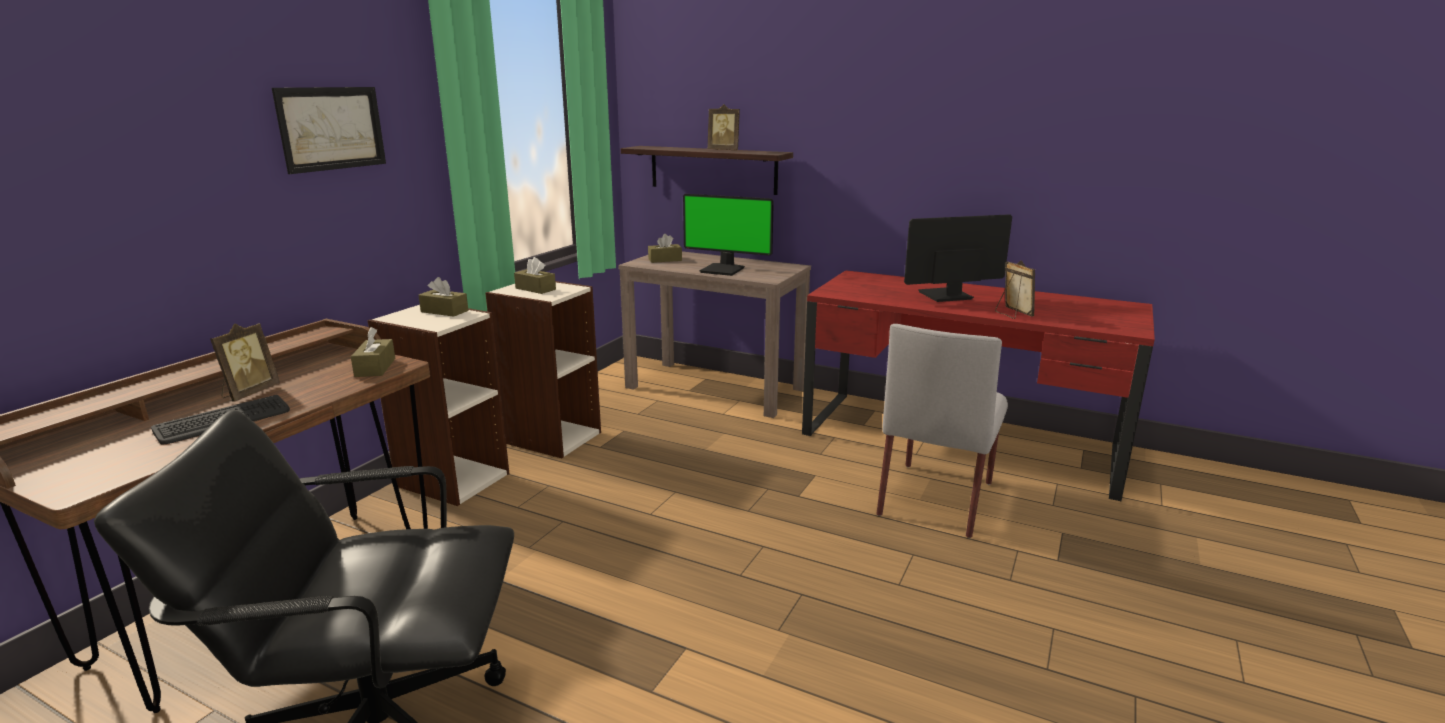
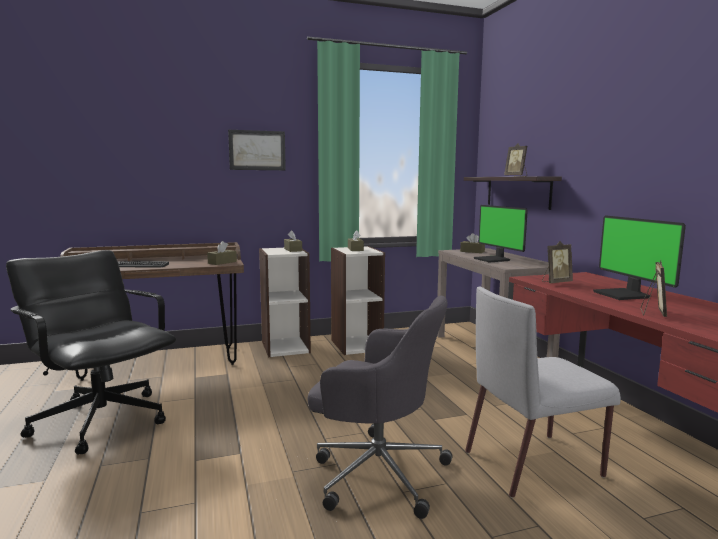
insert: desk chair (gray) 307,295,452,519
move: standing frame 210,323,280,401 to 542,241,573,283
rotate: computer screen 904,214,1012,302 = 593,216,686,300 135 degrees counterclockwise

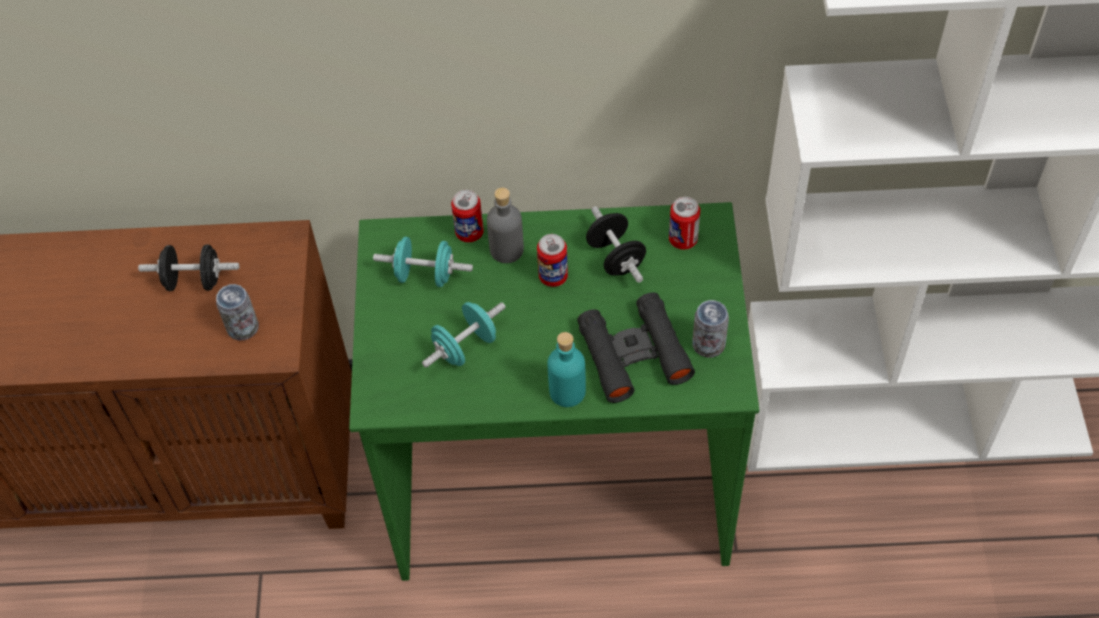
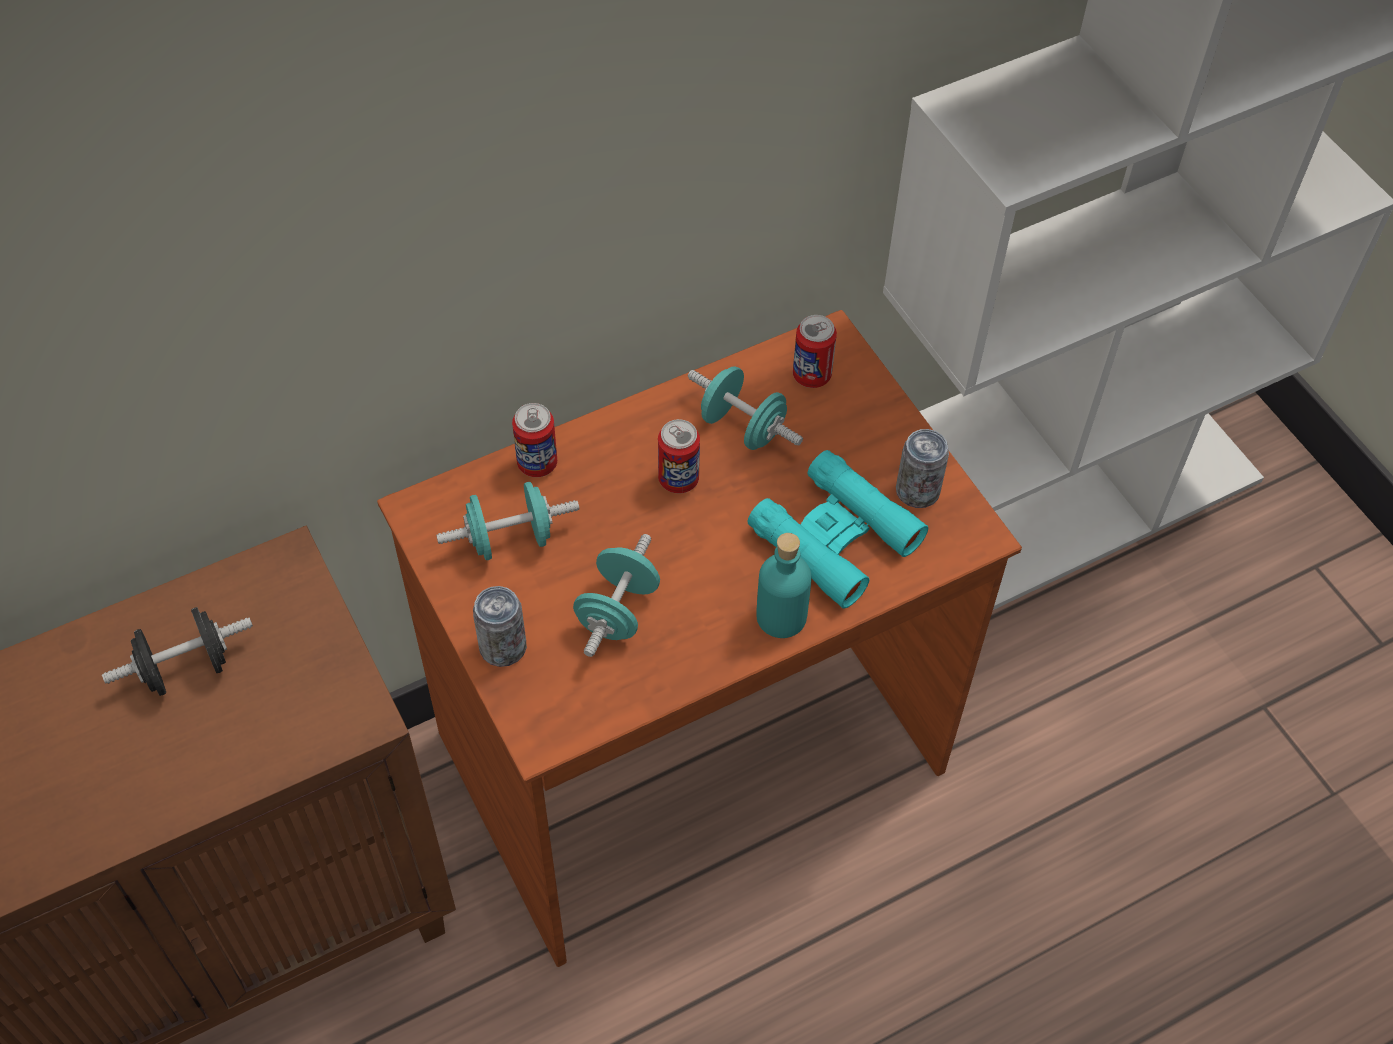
delete: beverage bottle (gray) 487,188,524,263
move: can 216,284,259,341 to 473,586,527,667
recolor: desk (green) 349,202,759,581 to desk (brown-coloured) 377,310,1022,967; free weight (black-coloured) 586,206,646,283 to free weight (turquoise-coloured) 688,366,803,450; pair of binoculars (black-coloured) 577,292,695,403 to pair of binoculars (turquoise-coloured) 748,450,928,608

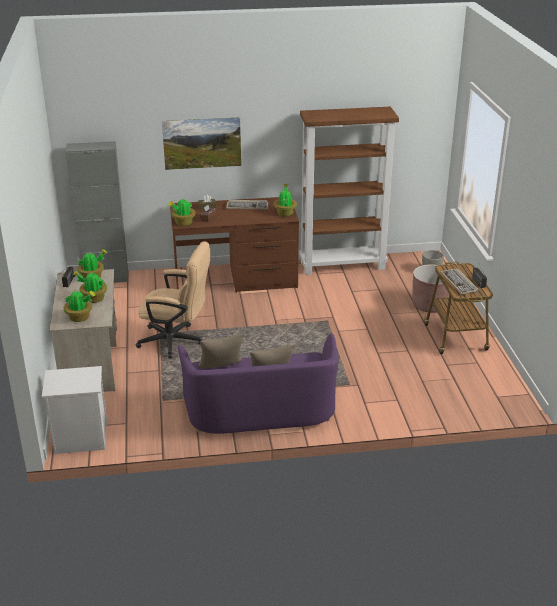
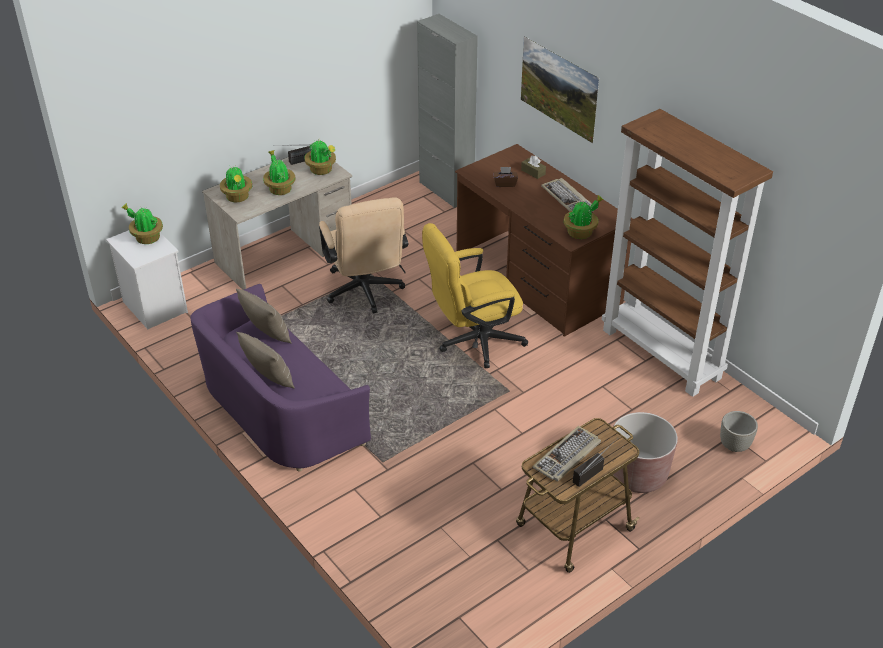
insert: desk chair (yellow-coloured) 422,223,528,368
move: plant in a pot 168,199,196,226 to 121,203,163,244

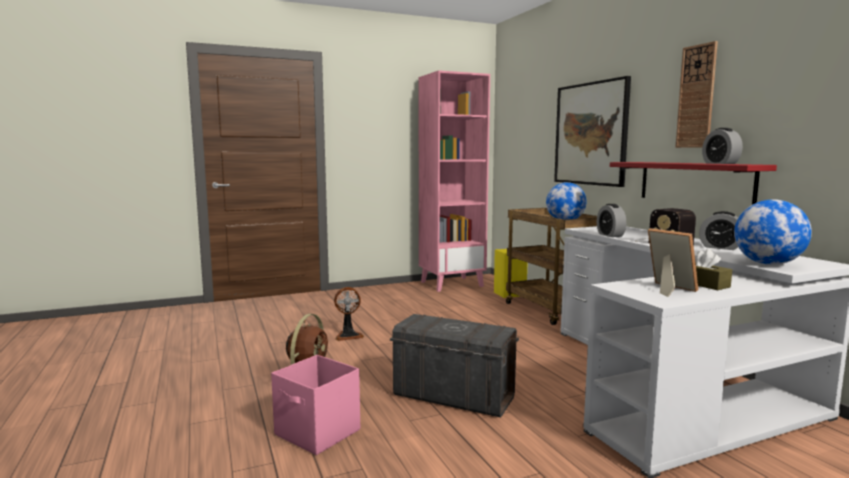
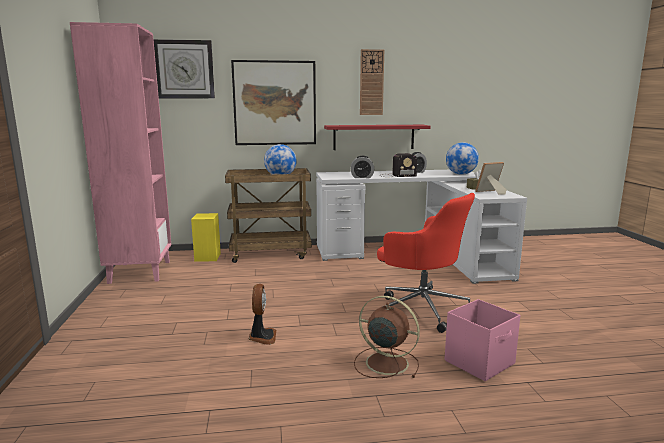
delete: bedside clock 702,128,743,164
insert: hanging clock 153,39,215,98
replace: storage container (gray) 390,314,519,417 to desk chair (red) 377,193,475,333

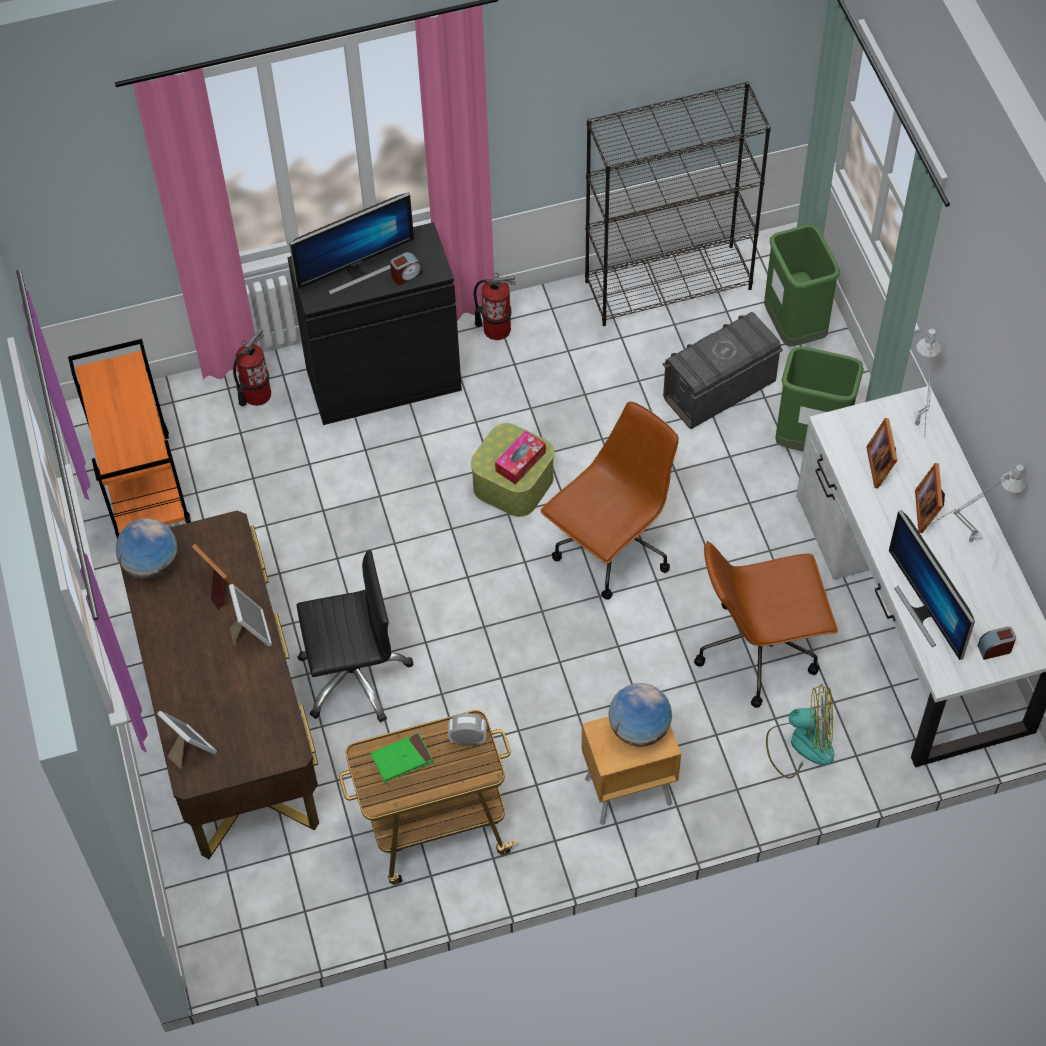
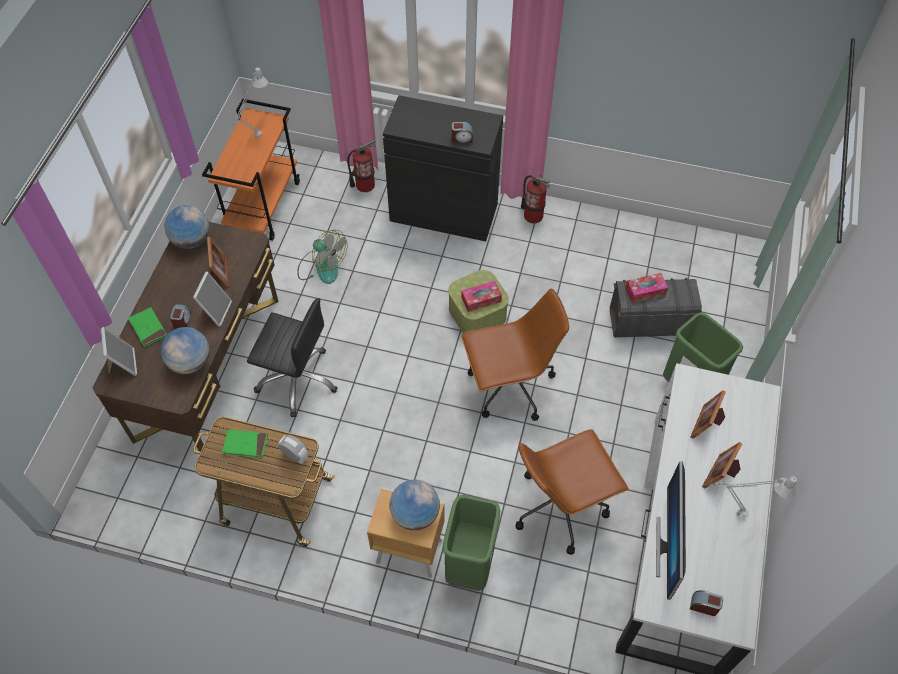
delete: shelving unit (black-coloured) 585,81,771,326; computer screen 289,192,414,295
insert: tissue holder 625,273,668,303; bedside clock 170,304,191,329; volume (green) 128,307,167,347; desk globe 161,327,210,374
move: rubbish bin (green) 764,225,840,347 to 443,495,500,591; table lamp (gray) 914,329,941,437 to 227,67,268,140; fan 766,684,834,779 to 297,230,347,284
rotate: desk chair (brown-coloured) 694,541,838,708 = 516,429,629,555 45 degrees counterclockwise

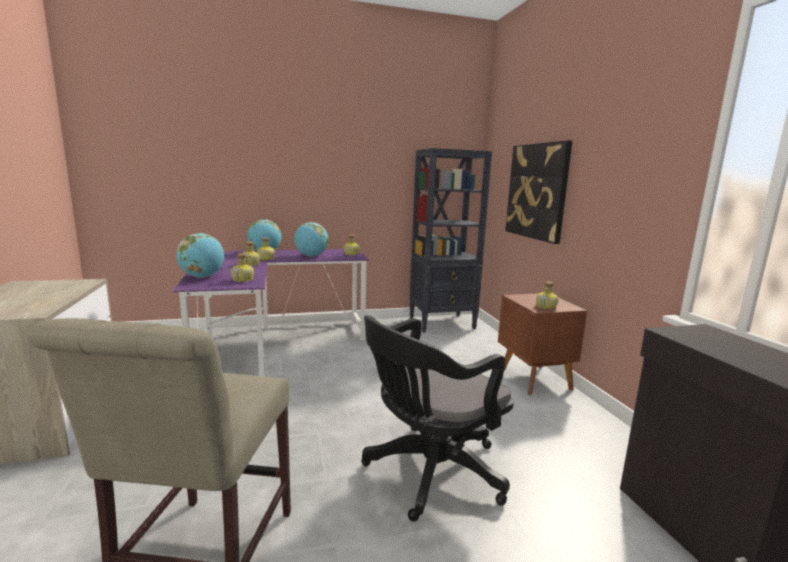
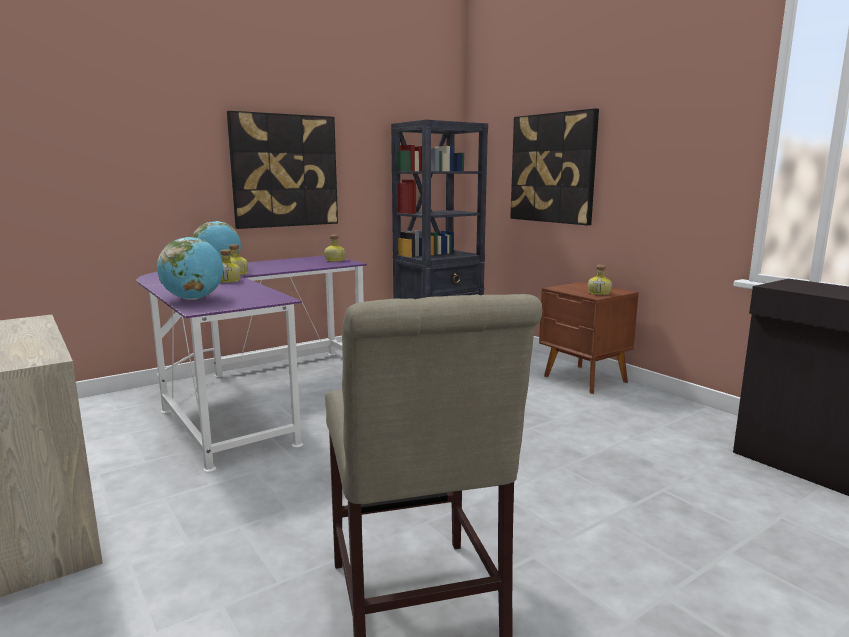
delete: desk globe 294,222,329,257; beverage bottle 231,253,254,282; desk chair (black-coloured) 361,315,514,522
insert: picture 227,111,338,229

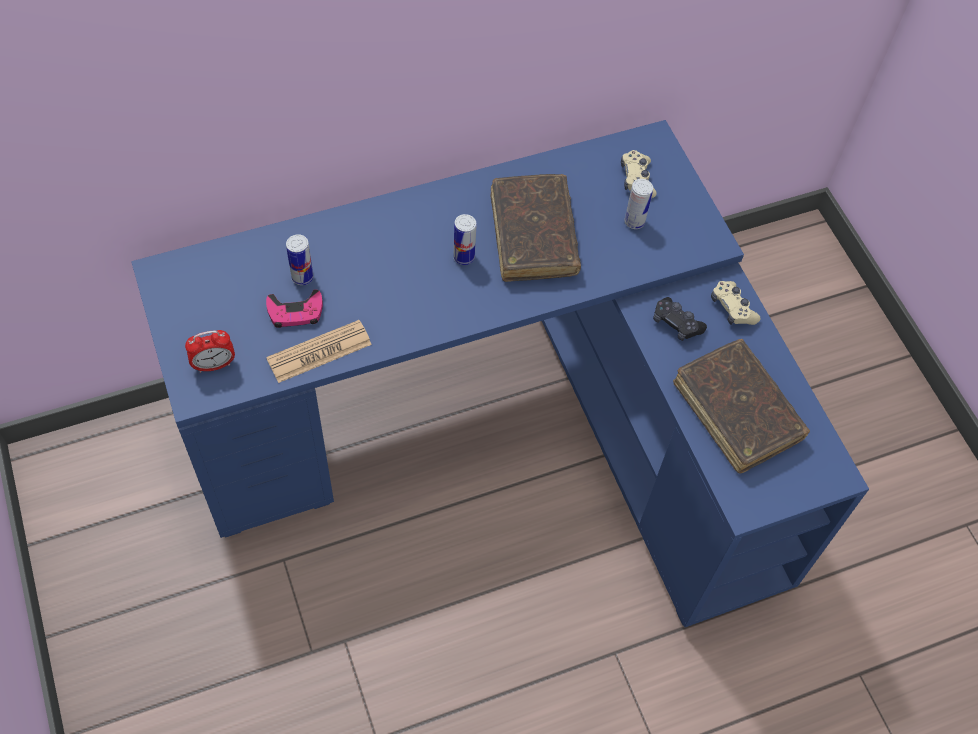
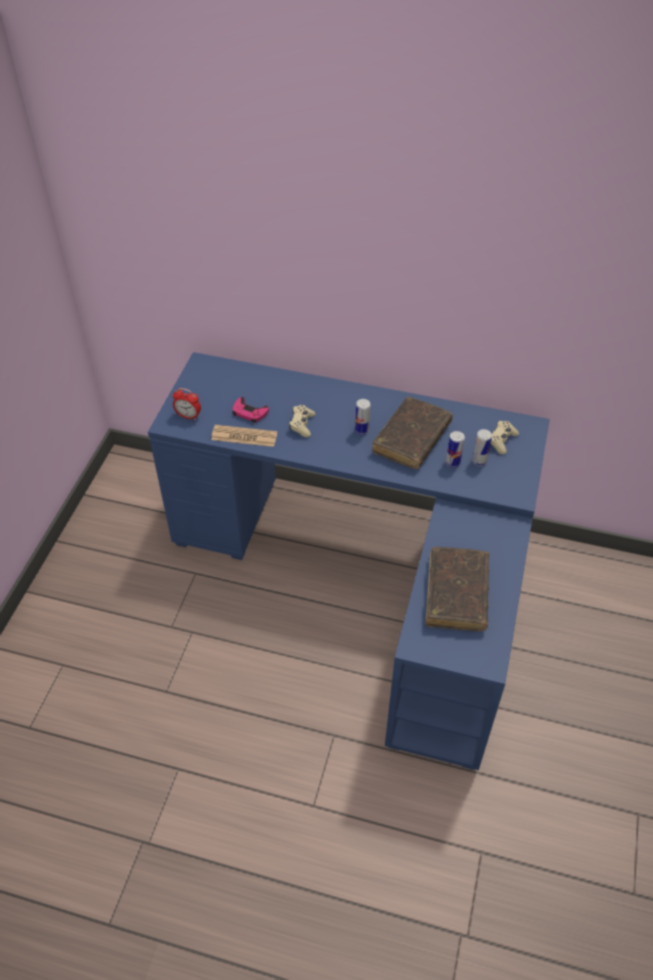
delete: gamepad (black-coloured) 653,297,707,341
move: can 286,234,313,285 to 446,431,465,468; gamepad (sand-coloured) 711,281,761,325 to 289,405,315,437

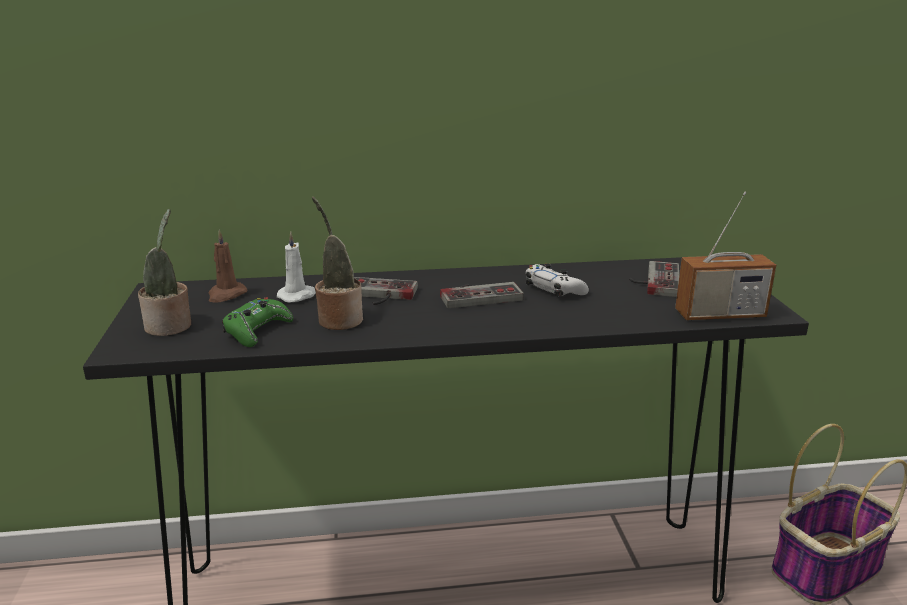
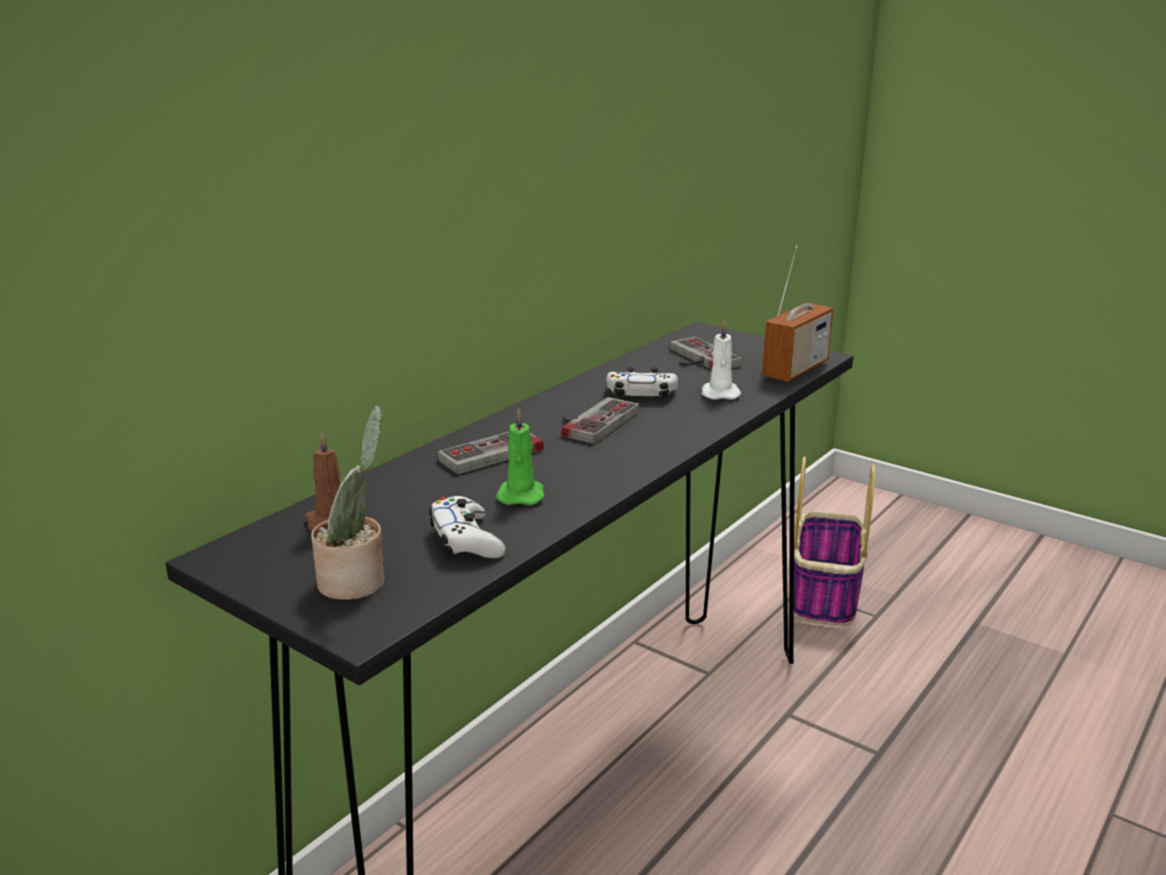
move: wax light (white-coloured) 277,232,316,303 to 702,321,741,400
replace: plant in a pot 312,197,363,330 to wax light (green) 496,408,544,505
recolor: gamepad (green) 222,297,293,347 to gamepad (white-coloured) 429,496,506,558

